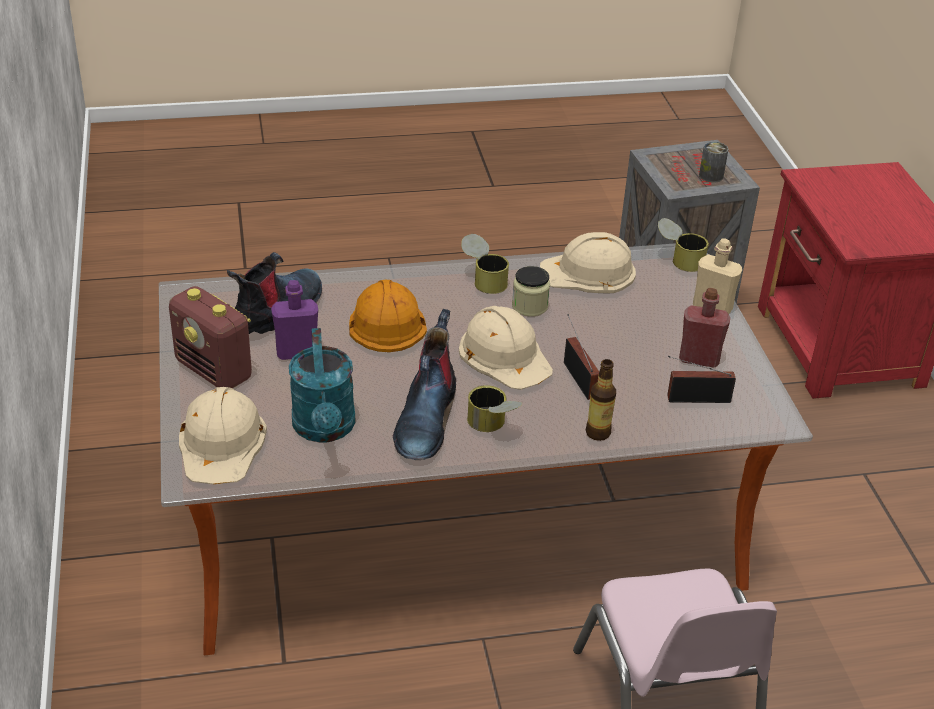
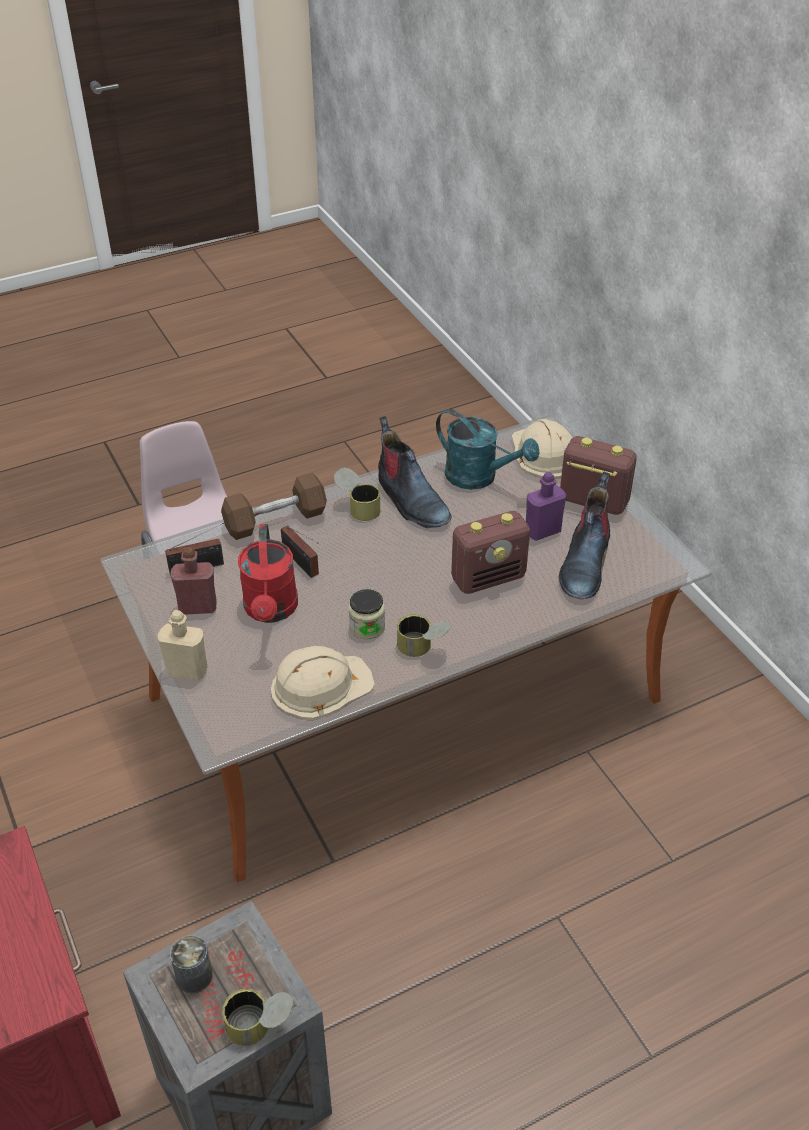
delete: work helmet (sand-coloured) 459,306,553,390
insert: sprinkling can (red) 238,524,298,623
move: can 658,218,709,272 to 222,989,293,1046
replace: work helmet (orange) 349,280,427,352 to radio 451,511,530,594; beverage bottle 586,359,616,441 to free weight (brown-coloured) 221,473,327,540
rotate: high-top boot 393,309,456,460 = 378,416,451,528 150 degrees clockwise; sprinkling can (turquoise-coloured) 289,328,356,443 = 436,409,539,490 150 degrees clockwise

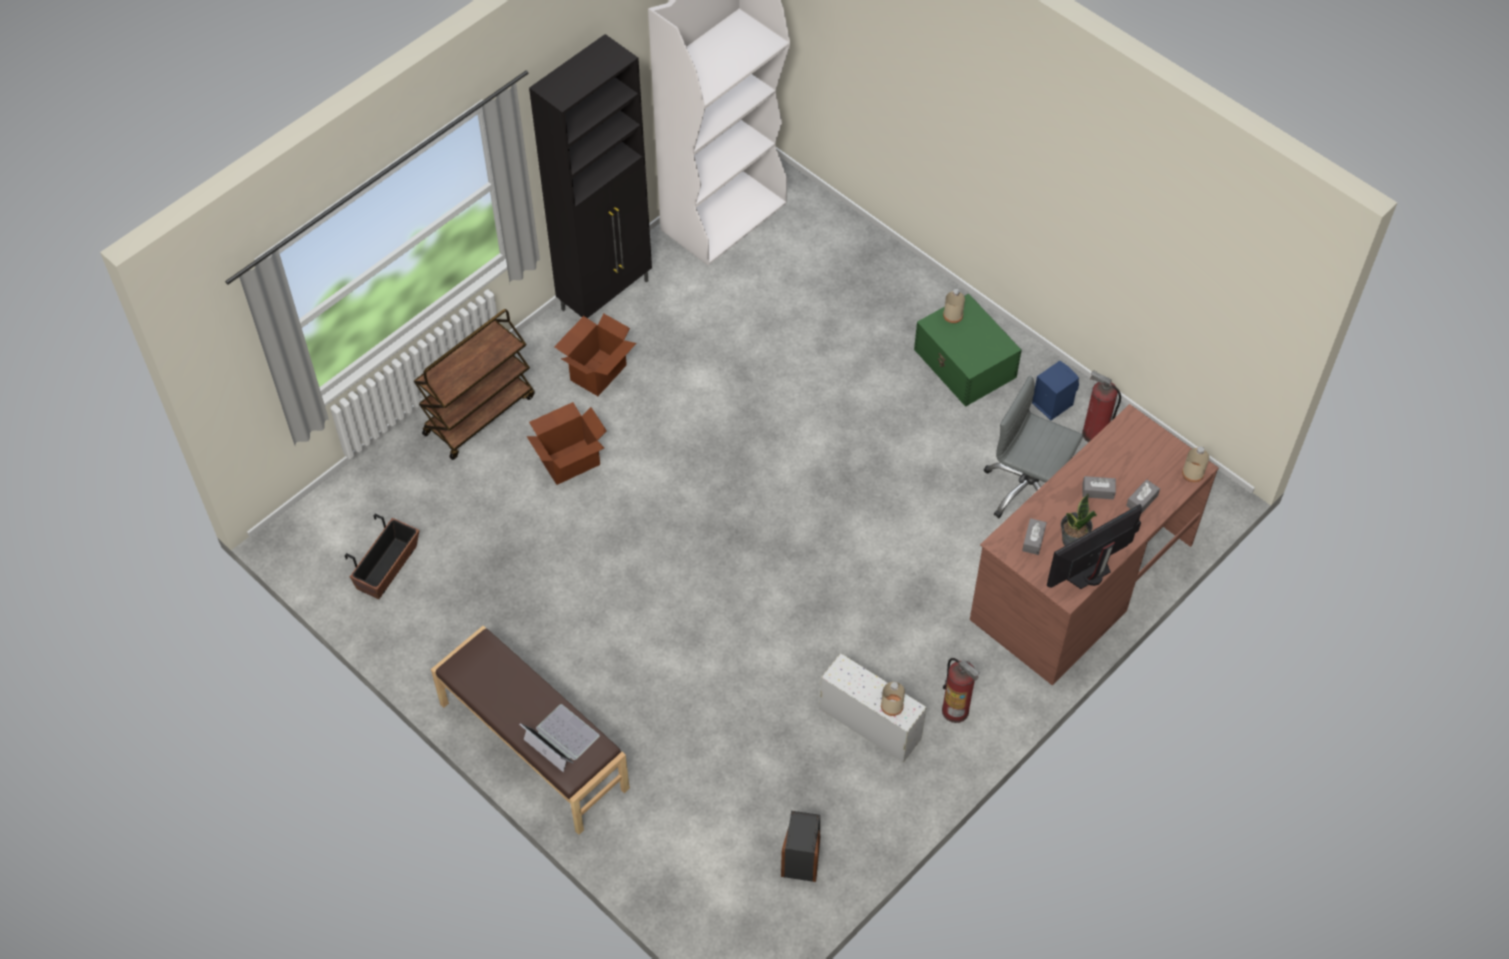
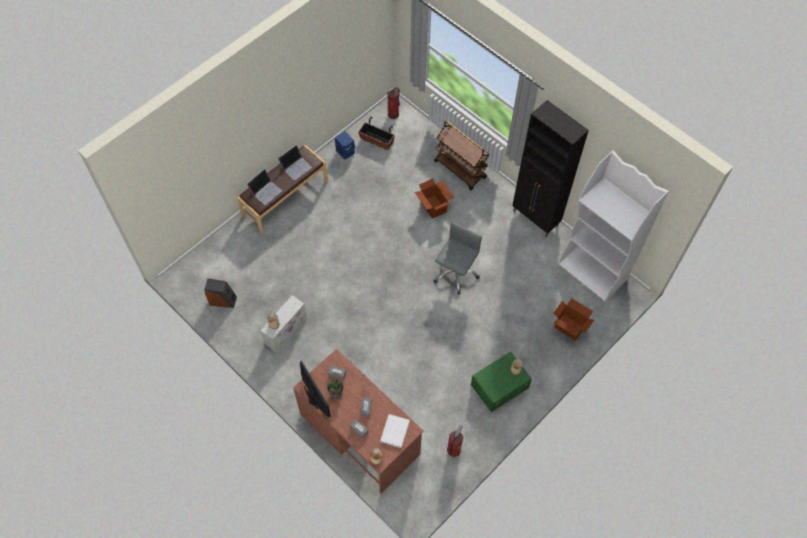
insert: notebook computer 278,145,312,180; volume (white-coloured) 380,414,410,448
move: carton 554,314,637,396 to 554,298,594,341; speaker (bluish) 1032,361,1079,420 to 335,131,355,160; desk chair (gray) 984,375,1083,518 to 433,222,482,294; fire-fighting cylinder 942,658,979,723 to 386,87,400,119

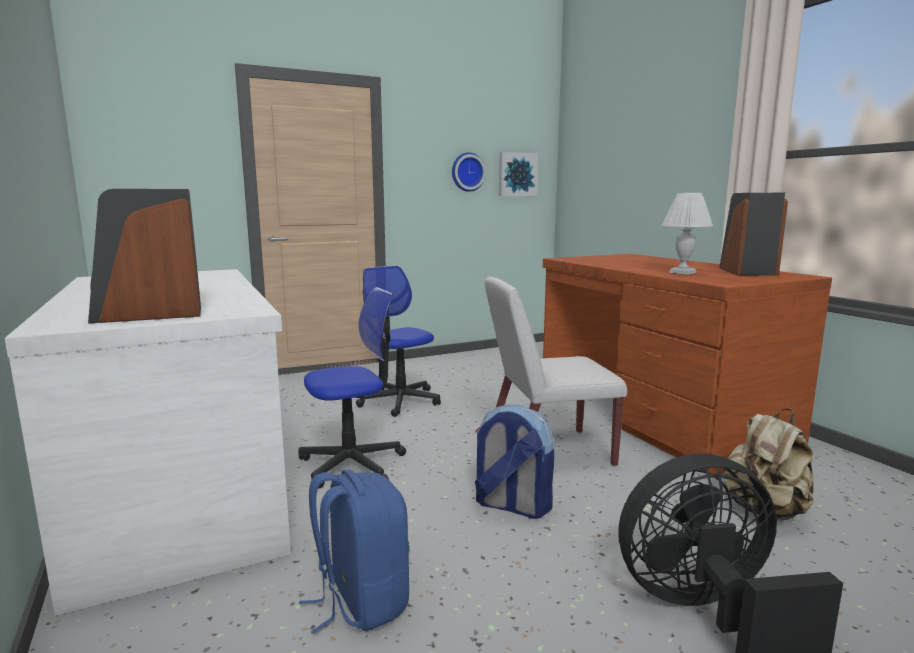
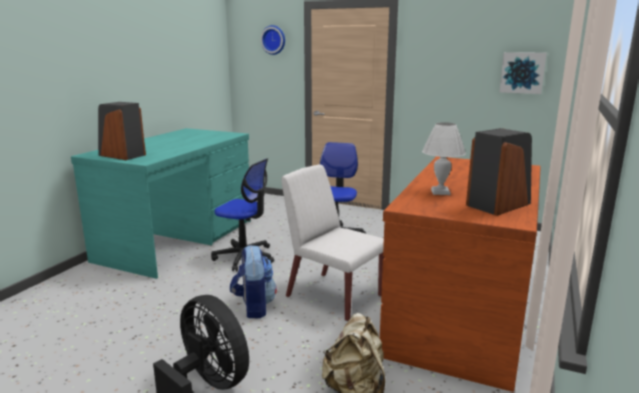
delete: knapsack (bluish) 299,469,409,634
move: hanging clock 452,153,486,192 to 260,25,285,55
recolor: desk (white-coloured) 5,269,291,616 to desk (turquoise-coloured) 71,128,251,279

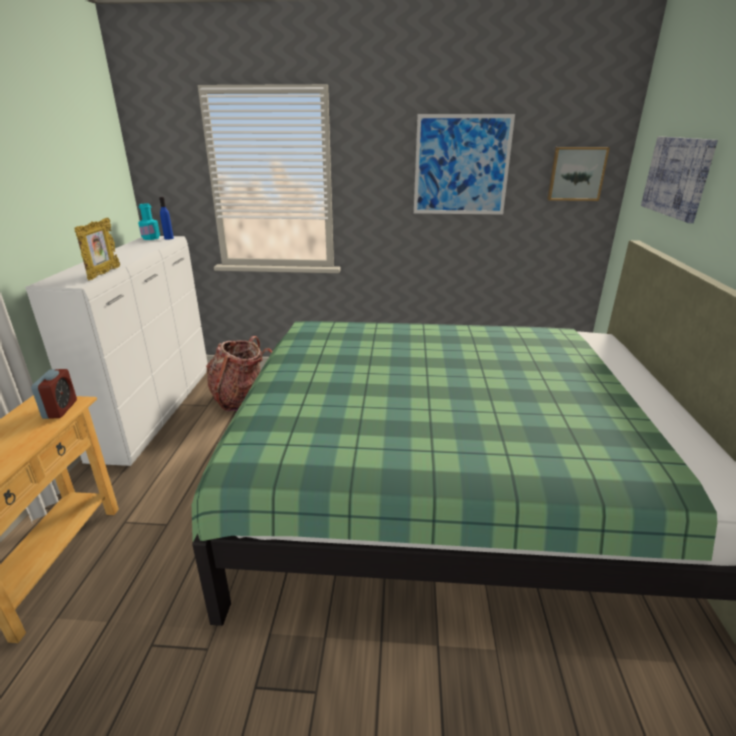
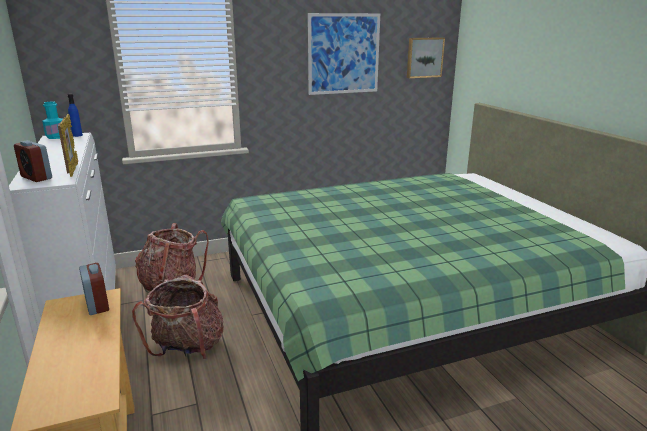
delete: picture 641,137,718,223
insert: bedside clock 14,140,52,182; knapsack 132,275,224,359

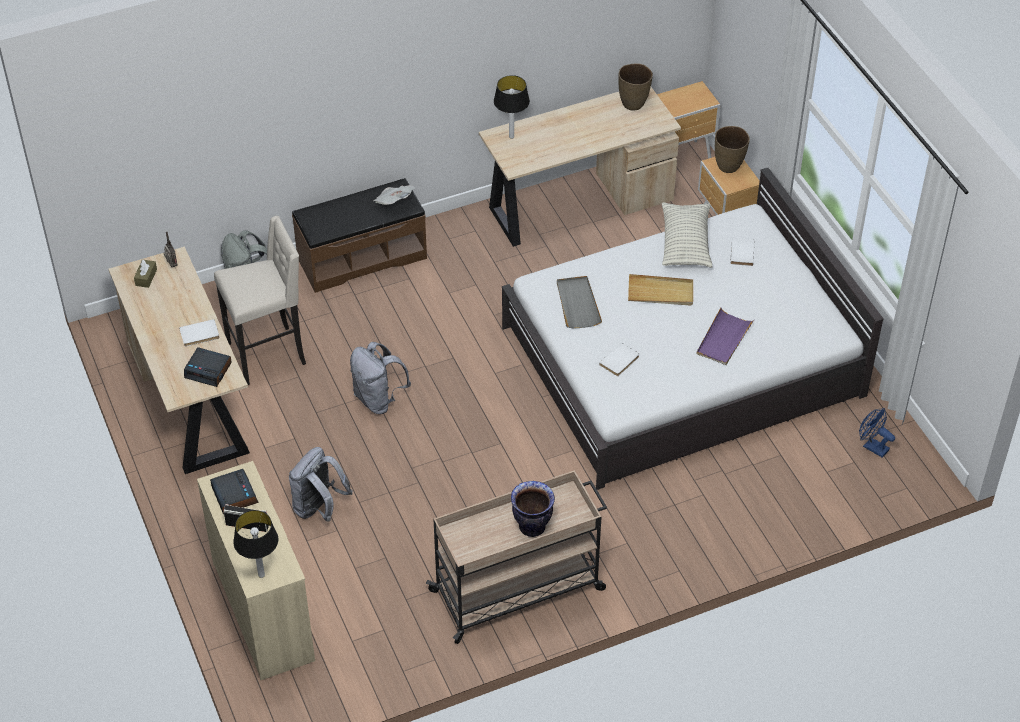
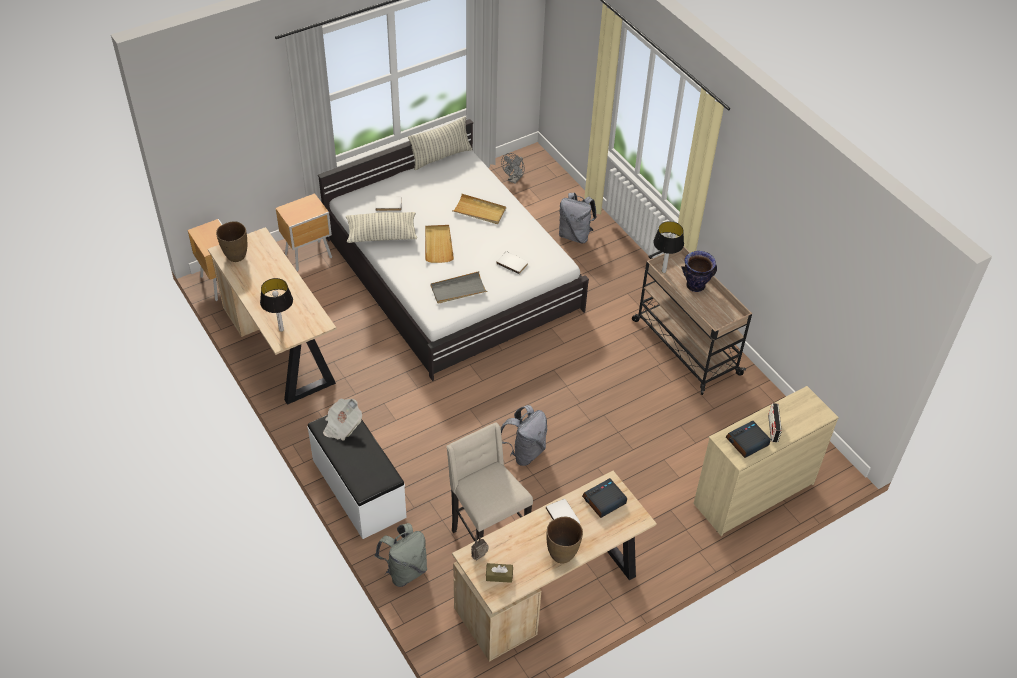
insert: cushion 408,116,472,170
move: vase (brown-coloured) 715,126,750,173 to 547,517,583,563; knapsack (gray) 289,447,353,522 to 559,193,597,243; table lamp 233,510,278,578 to 653,221,684,273
recolor: long seat (brown-coloured) 292,178,427,293 to long seat (white-coloured) 308,415,407,539; carrying tray (purplish) 697,308,754,365 to carrying tray (sand-coloured) 452,194,506,224; fan (bluish) 859,408,895,458 to fan (gray) 501,153,525,184
rotate: bedside clock 184,347,232,387 = 582,478,627,518 135 degrees counterclockwise

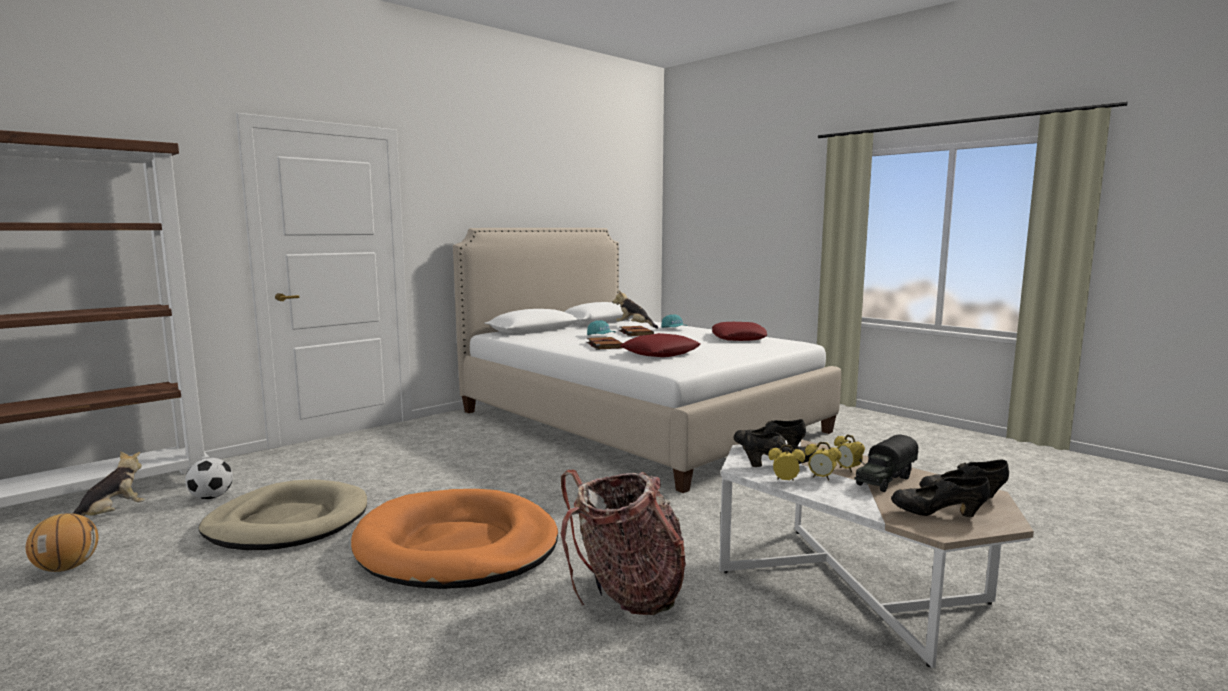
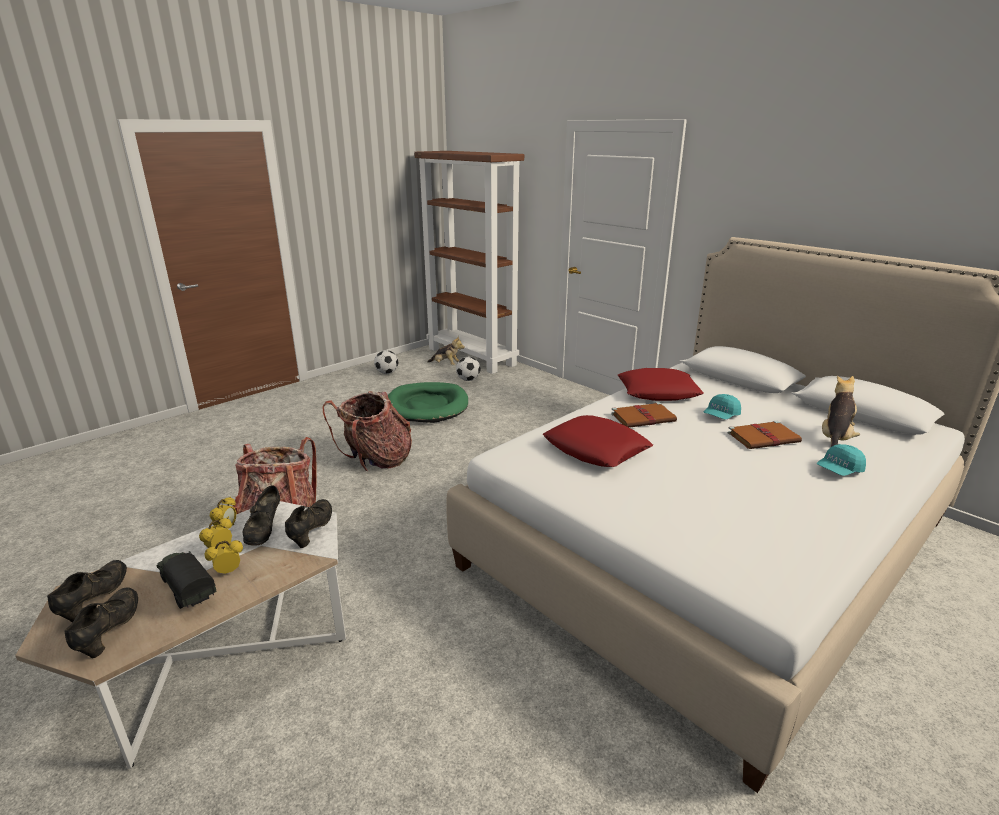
move: cushion (red) 712,322,767,341 to 618,368,704,401
replace: dog cushion (orange) 351,489,558,589 to knapsack 322,391,412,472; basketball 26,513,99,572 to football 374,350,398,374
recolor: dog cushion (sand-coloured) 199,480,367,550 to dog cushion (green) 388,382,468,423

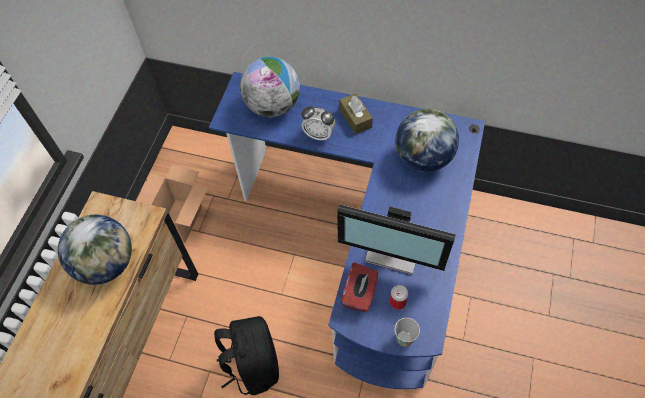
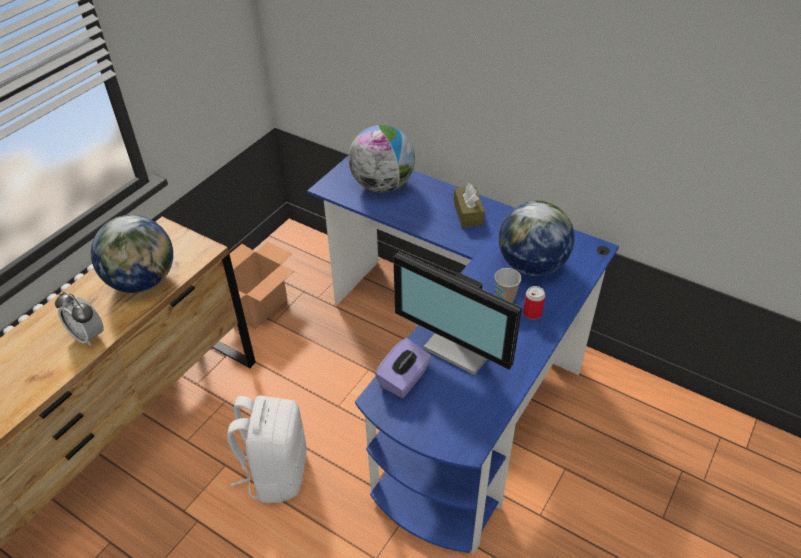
move: bedside clock 301,106,335,141 to 55,292,104,346; can 389,285,408,310 to 523,286,545,320; small cup 394,318,420,347 to 495,268,522,303
recolor: tissue holder (red) 341,262,378,312 to tissue holder (purplish) 375,338,432,398; knapsack (black-coloured) 214,316,279,395 to knapsack (white-coloured) 227,396,307,503

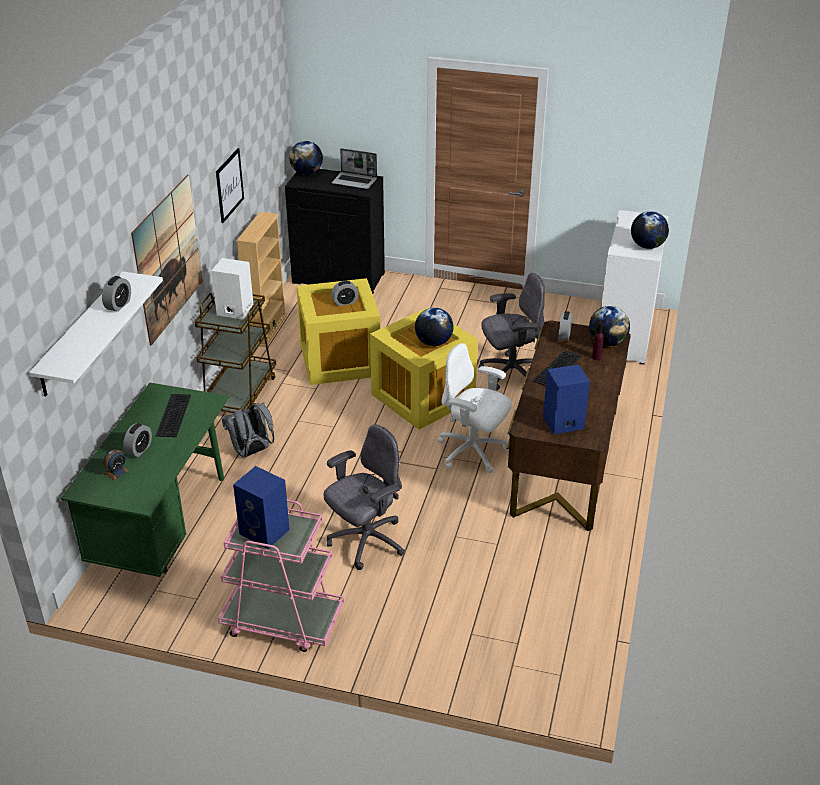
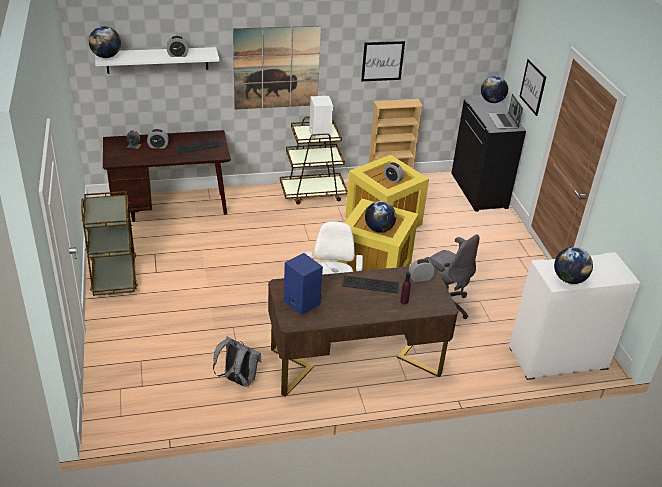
delete: desk chair (gray) 323,425,405,570; speaker (bluish) 233,466,290,549
insert: picture 519,58,546,116
move: desk globe 589,306,630,346 to 89,26,121,58; knapsack (gray) 221,402,274,457 to 213,337,262,387
recolor: desk (green) 60,382,229,577 to desk (brown-coloured) 103,130,231,222; wheeled cart (pinkish) 218,500,344,652 to wheeled cart (brown-coloured) 81,191,138,296

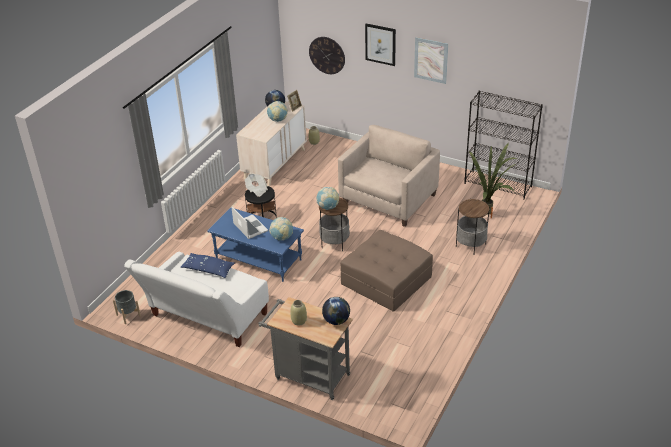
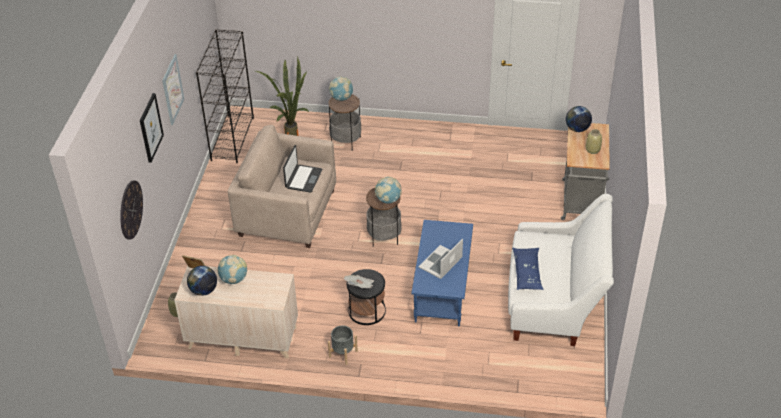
delete: pouffe (brown-coloured) 340,230,433,311
insert: notebook computer 283,145,322,193
move: desk globe 269,217,293,241 to 329,77,353,101; flower pot (gray) 113,290,141,324 to 328,326,358,365

